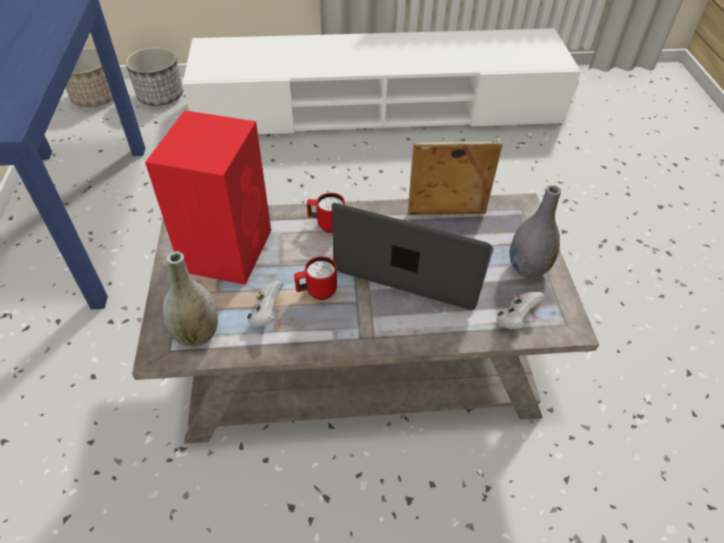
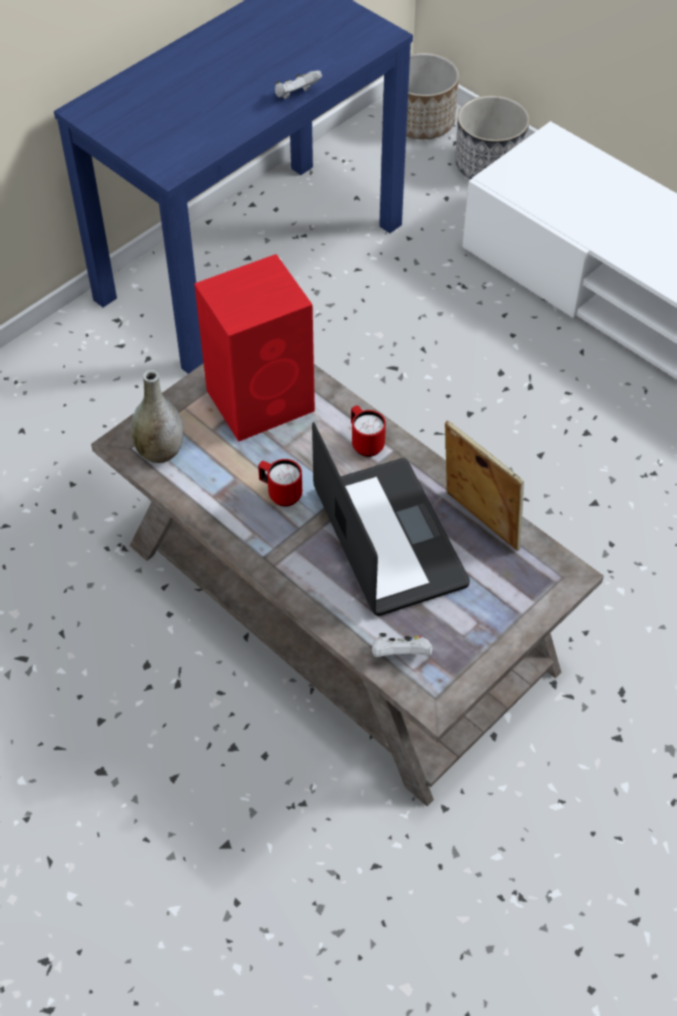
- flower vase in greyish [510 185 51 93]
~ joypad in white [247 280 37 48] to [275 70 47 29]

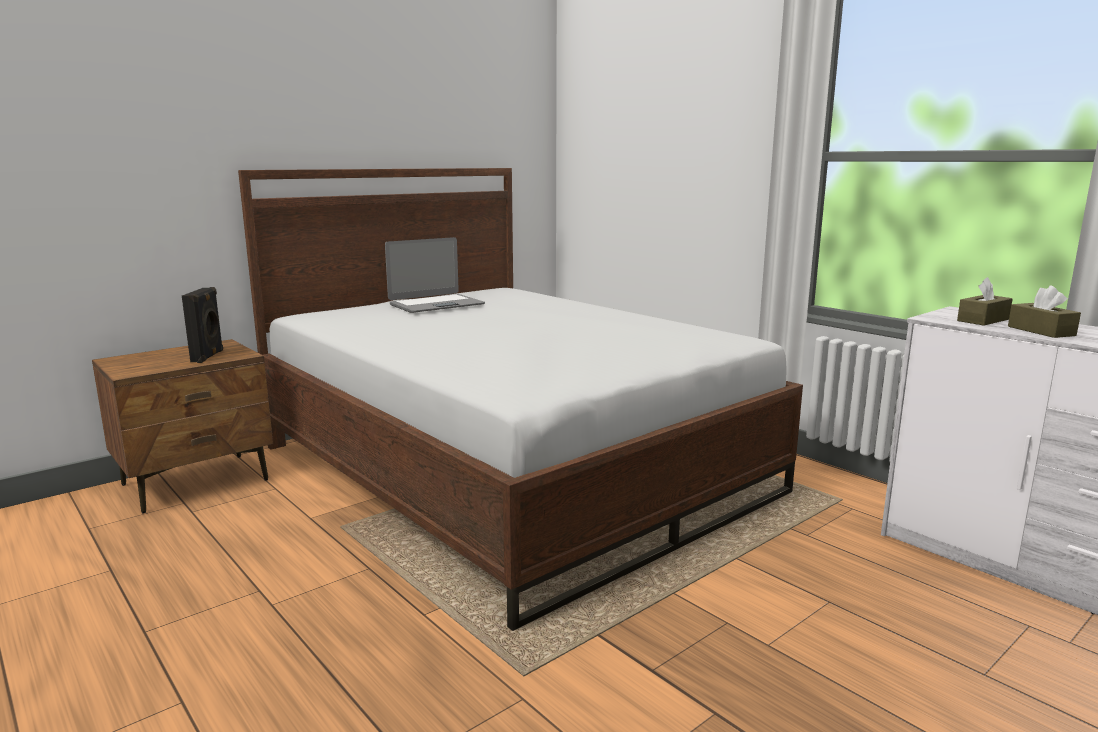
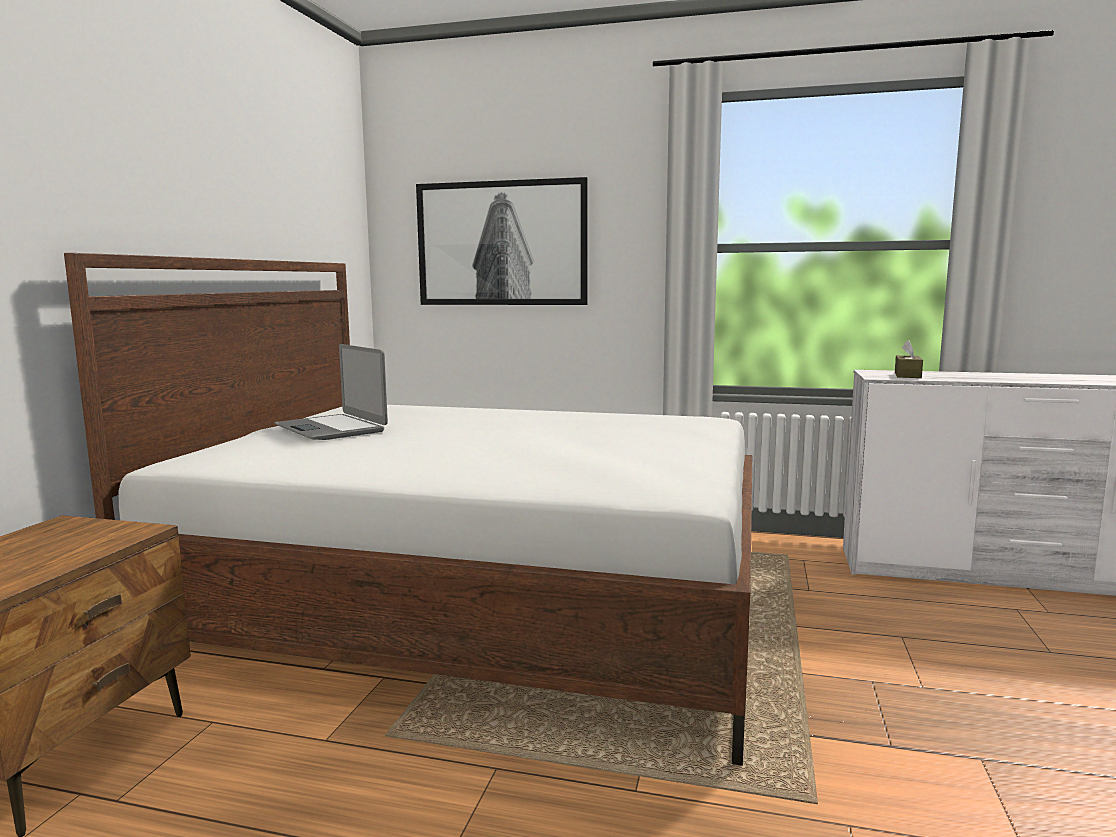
~ laptop [385 237 100 76] = [275 344 113 96] 120 degrees clockwise
- tissue holder in brownish [1008 286 73 52]
- audio speaker in black-coloured [182 287 41 76]
+ picture [416 177 172 128]

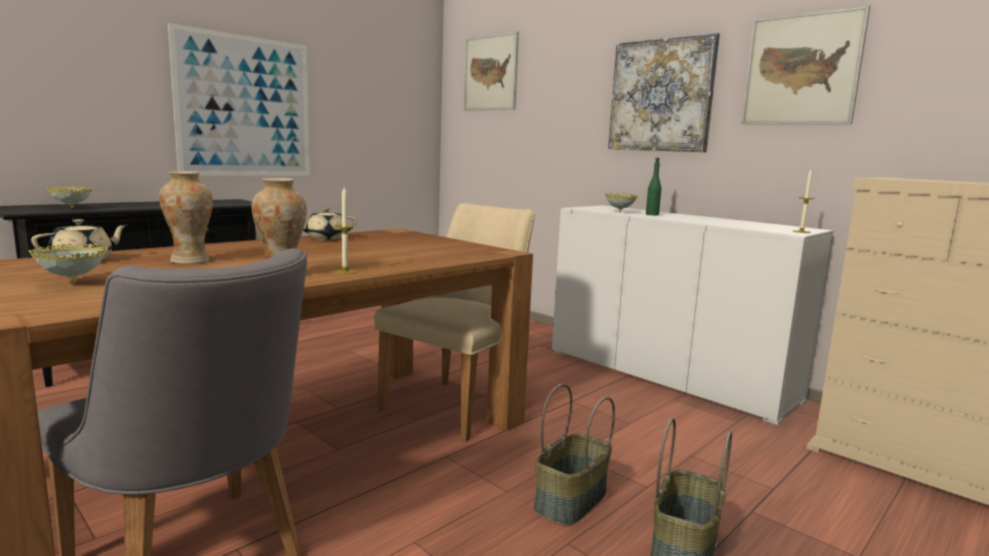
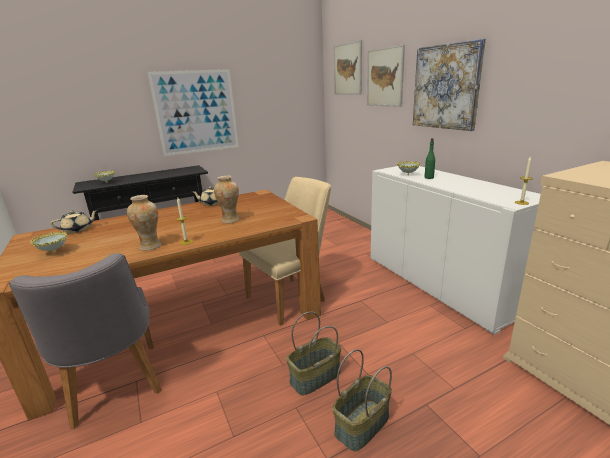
~ picture [741 6 129 118] to [367 45 38 62]
~ flower vase [159 171 54 93] to [214 175 25 48]

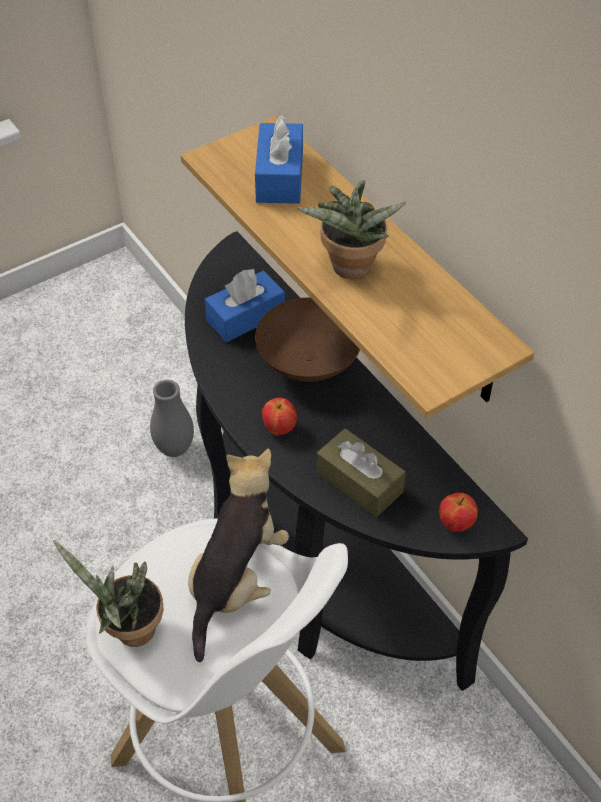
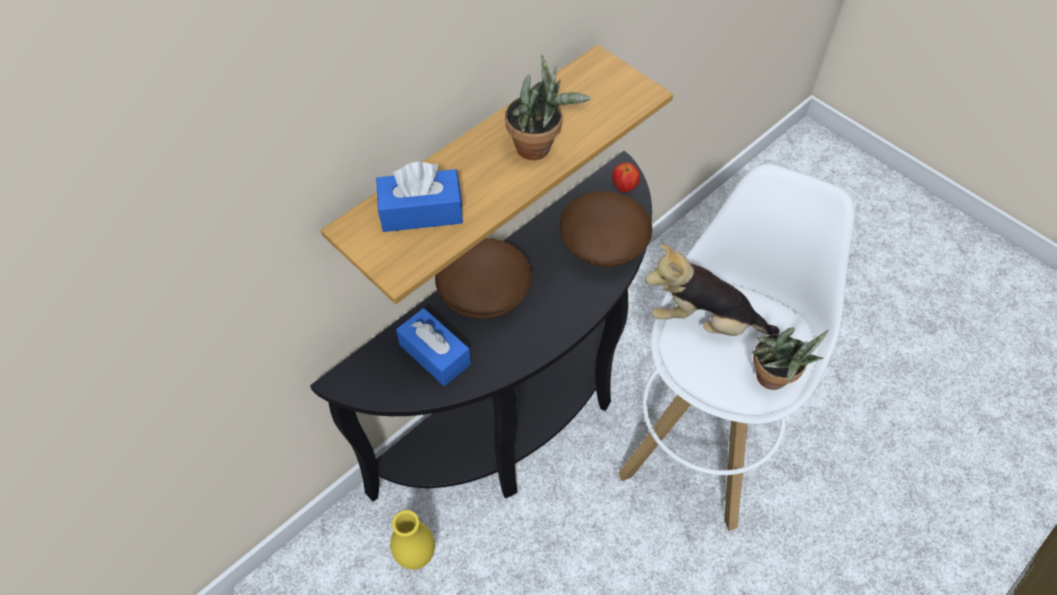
~ flower vase in greyish [150 380 44 77] to flower vase in yellowish [390 510 45 60]
- apple [262 398 35 38]
~ tissue holder in brownish [317 428 89 89] to bowl in brownish [559 191 93 76]

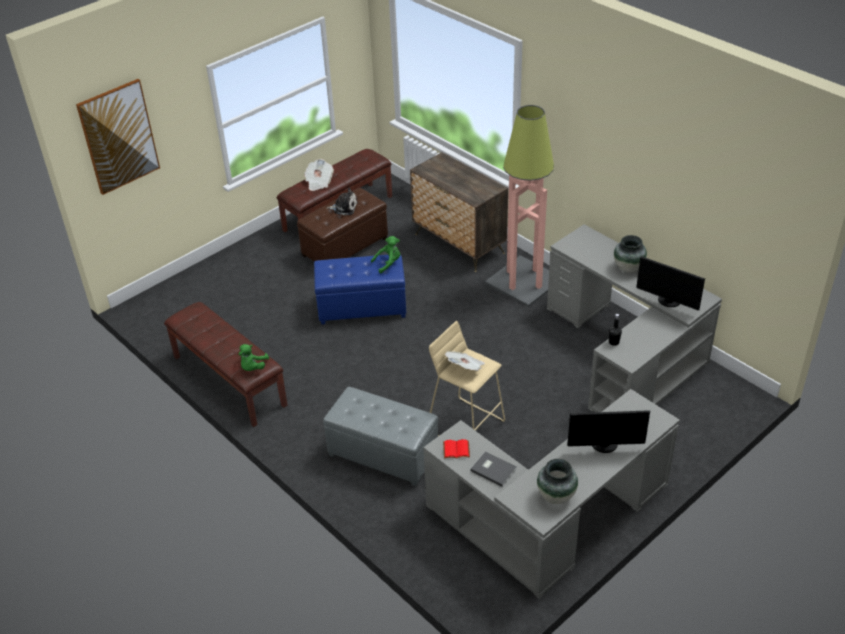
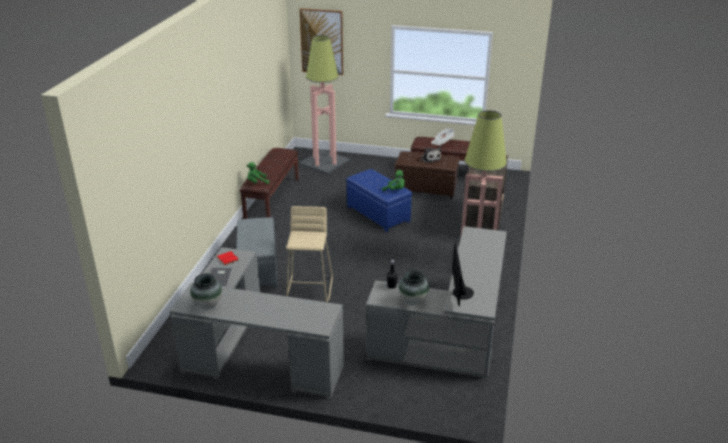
~ flower vase [614 235 33 38] to [399 270 30 35]
- printed paper [445 351 40 20]
- computer screen [567 410 83 43]
+ standing lamp [299 35 51 139]

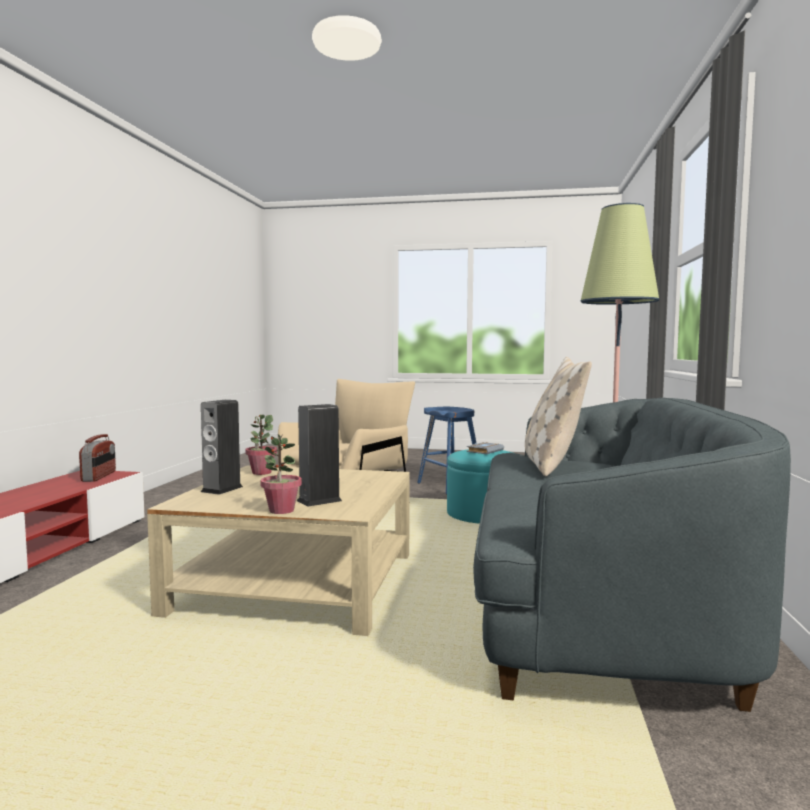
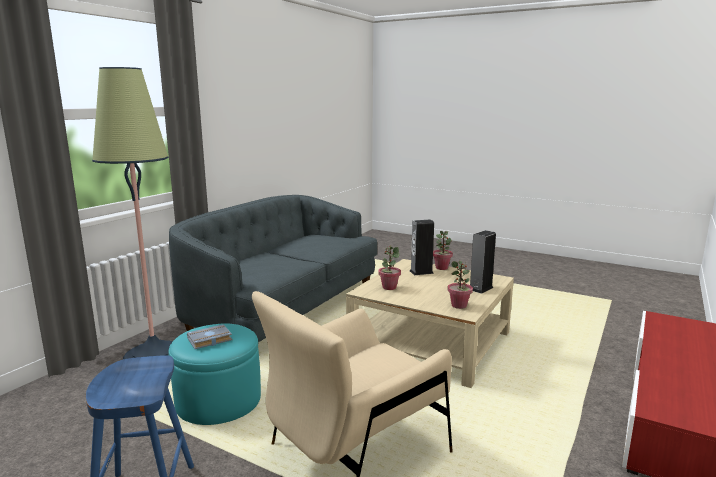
- throw pillow in beige [525 357 67 119]
- radio set [79 434 37 48]
+ potted plant [378 246 23 44]

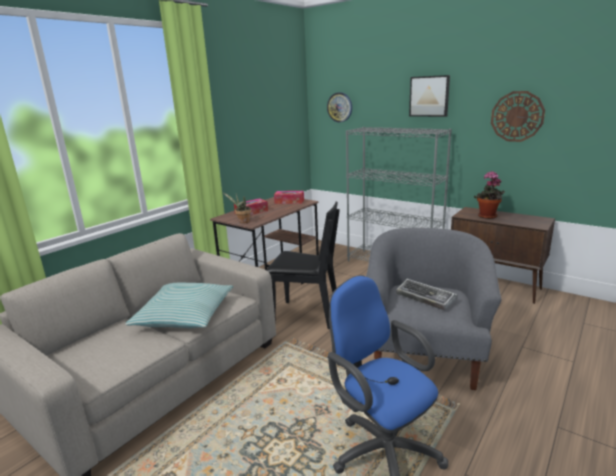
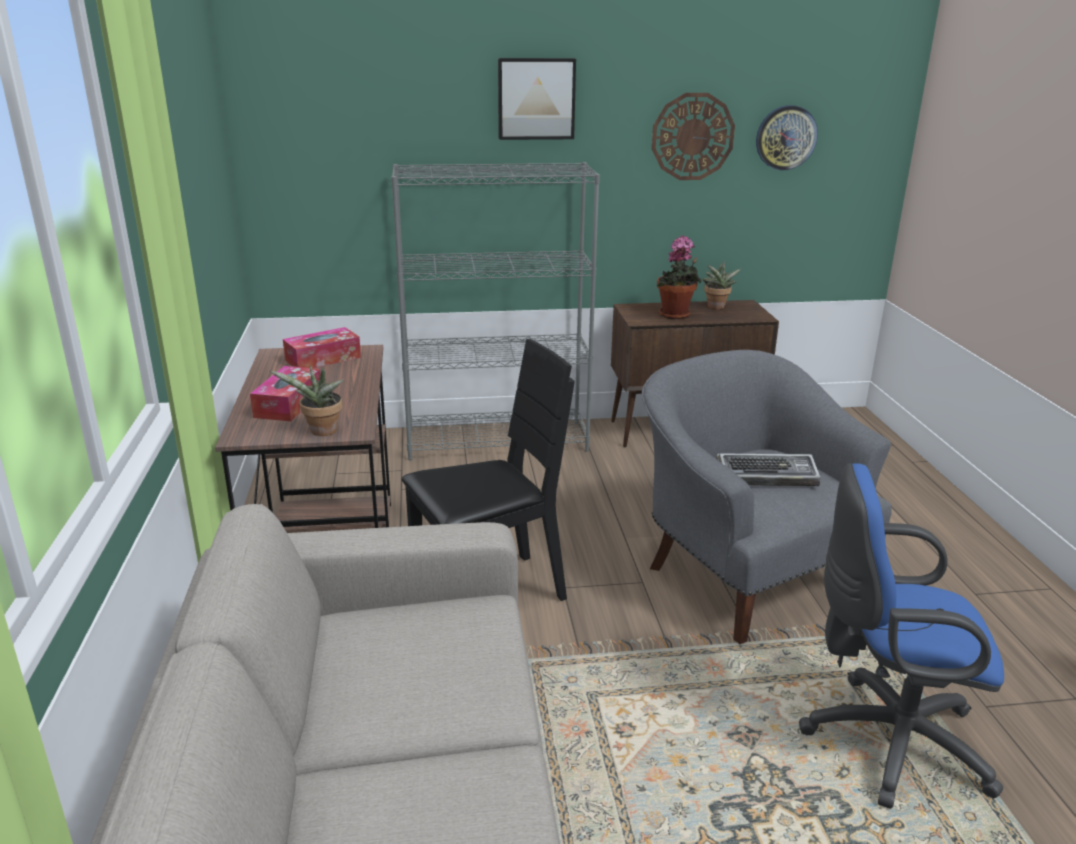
~ hanging clock [327 92 25 30] to [756 105 62 65]
- throw pillow [125 283 108 45]
+ potted plant [702 261 39 48]

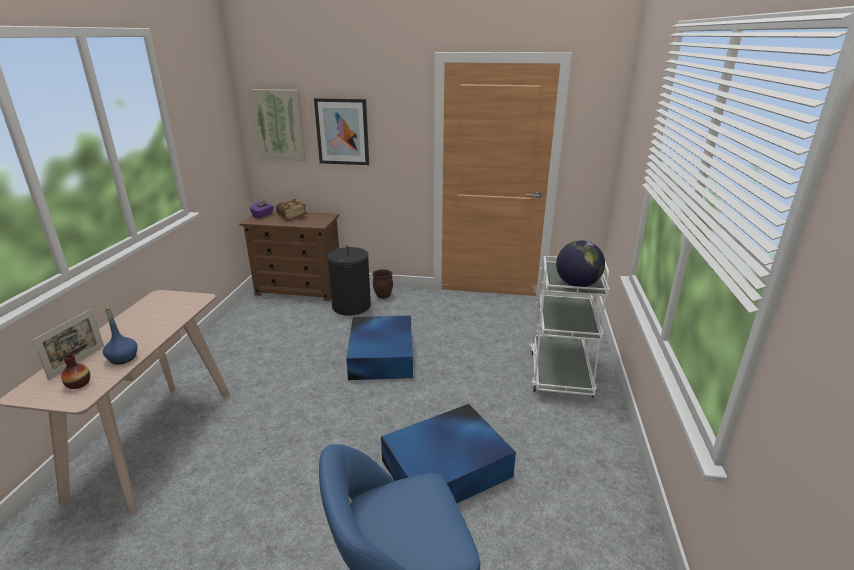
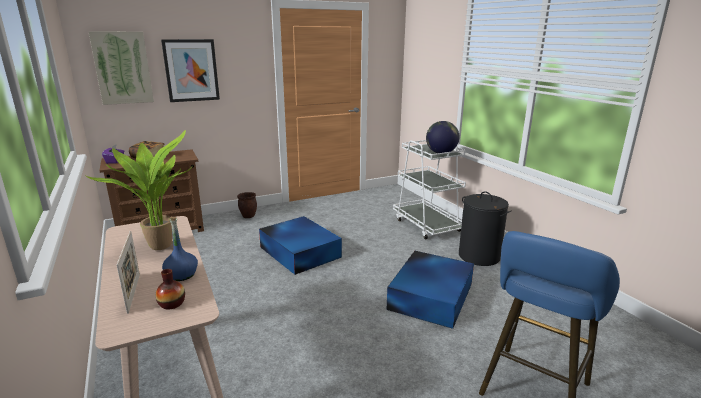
~ washing basket in black-coloured [327 245 44 71] to [459 191 53 75]
+ potted plant [86 130 107 120]

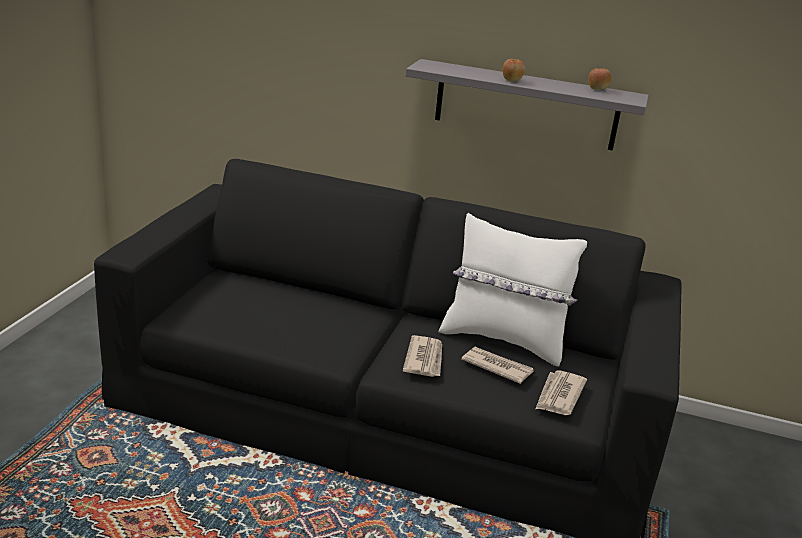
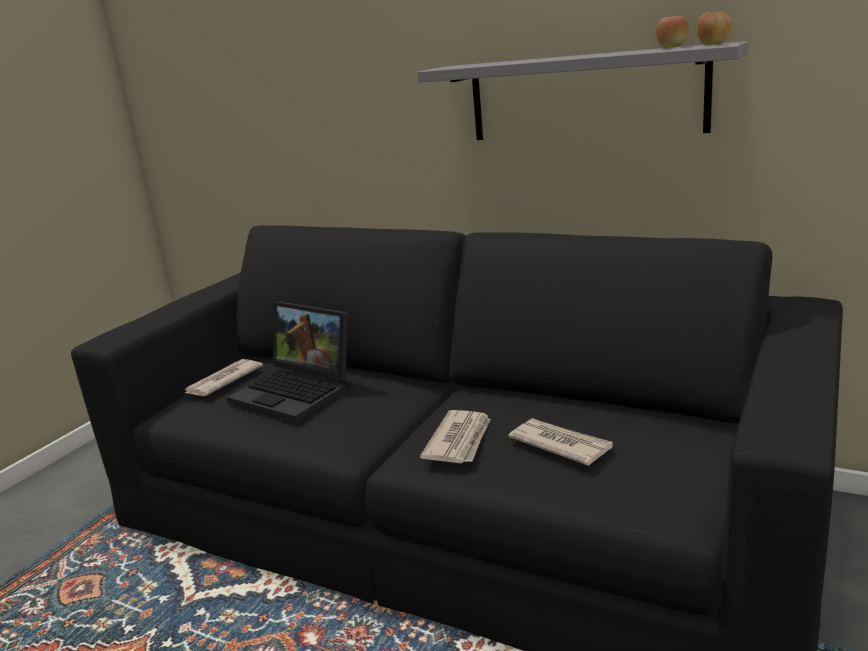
~ apple [502 59 23 22] to [697 12 34 33]
- throw pillow in white [439 213 148 154]
~ printed paper [536 370 51 45] to [185 359 78 37]
+ laptop [227 301 121 122]

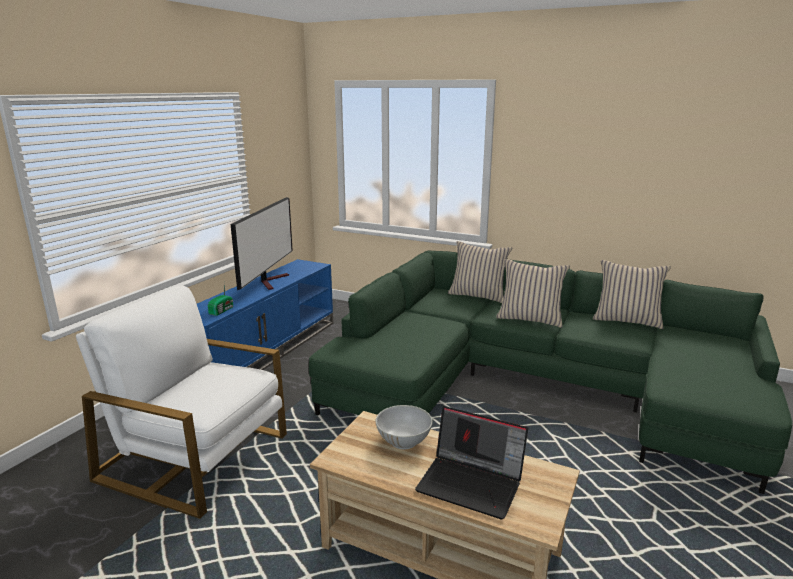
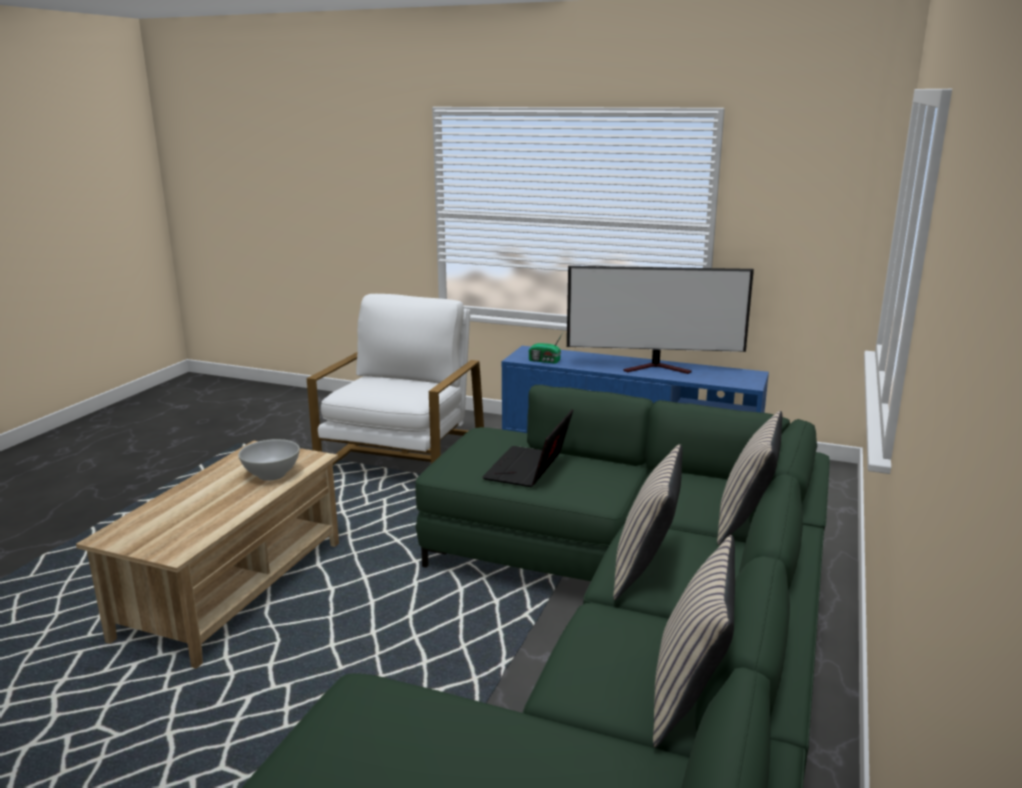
~ laptop [415 406 113 114] to [482 409 91 78]

